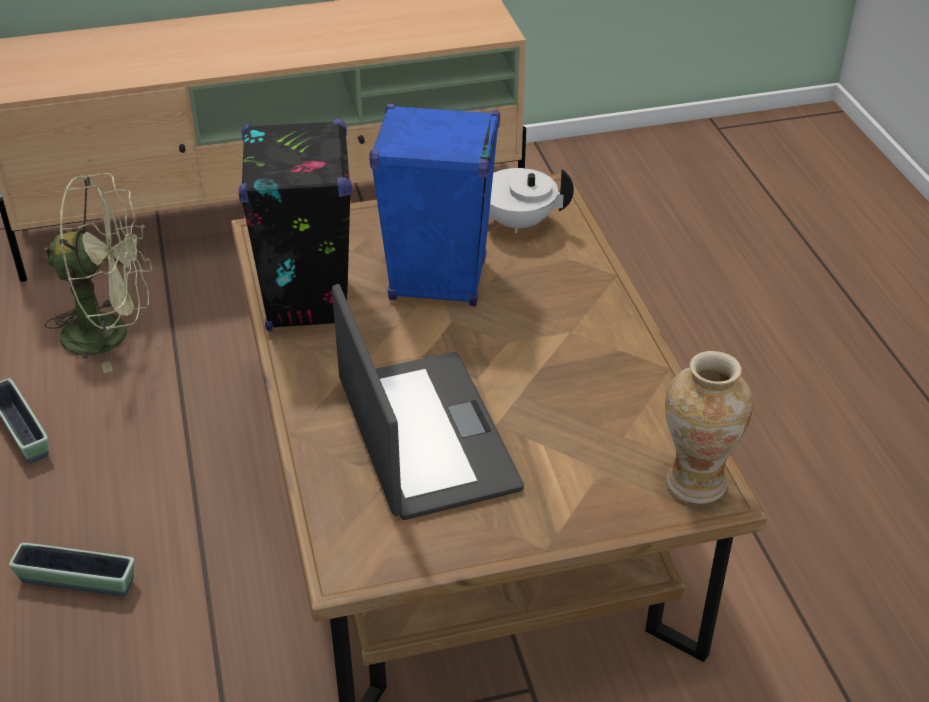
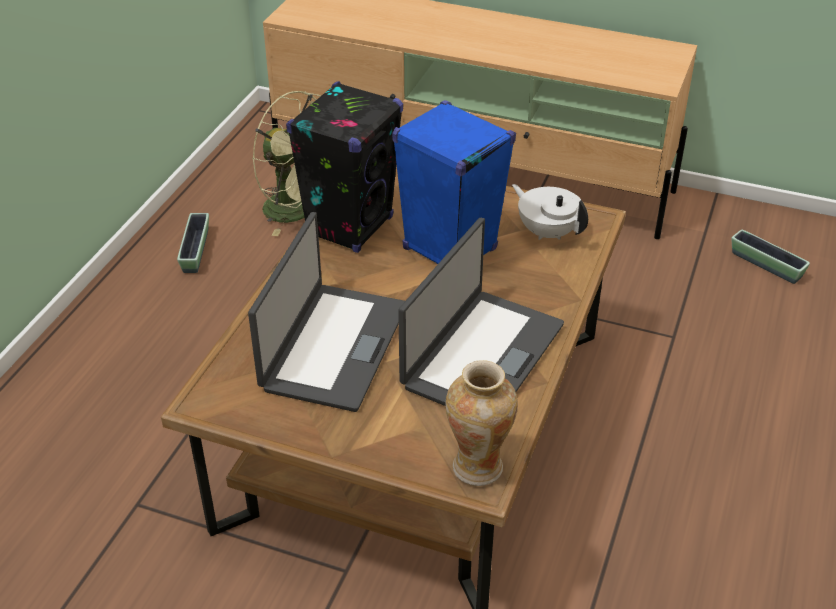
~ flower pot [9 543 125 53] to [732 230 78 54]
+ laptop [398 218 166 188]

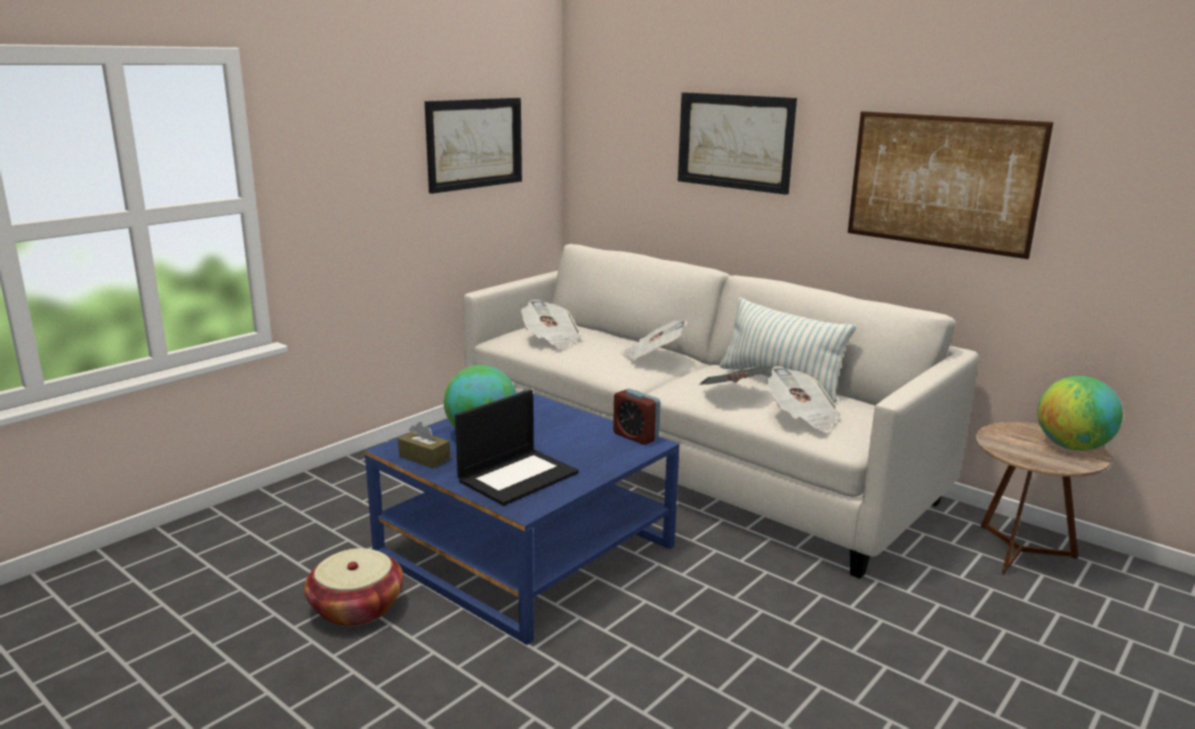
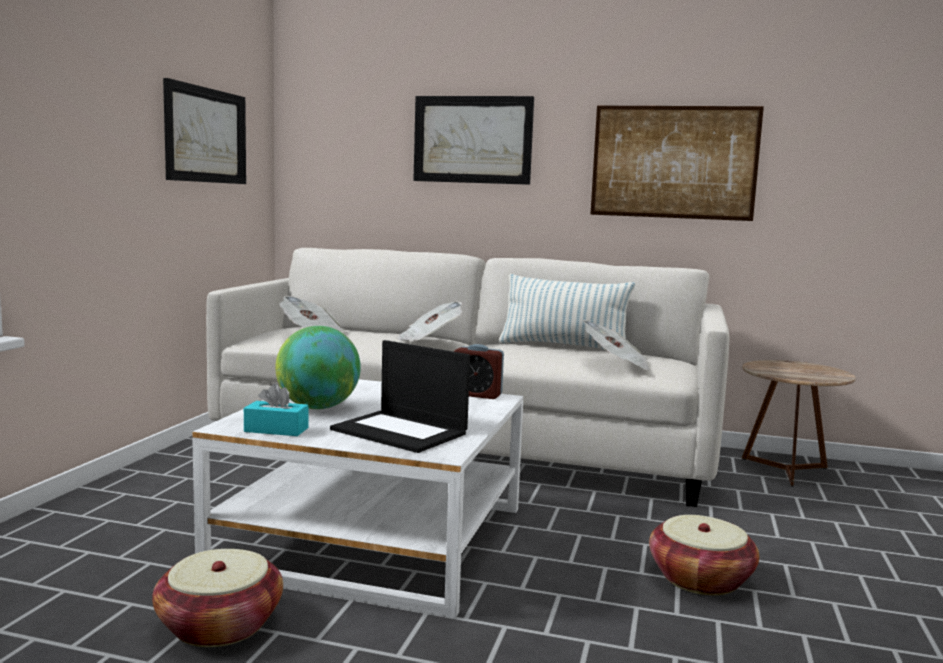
- printed paper [698 366 73 19]
- globe [1038 376 85 75]
~ laptop [455 390 123 116] = [330 340 140 113] 105 degrees clockwise
~ coffee table in bluish [365 391 314 254] to coffee table in white [192 379 331 239]
~ tissue holder in brownish [398 422 52 46] to tissue holder in turquoise [244 383 64 53]
+ storage basket [649 515 110 80]

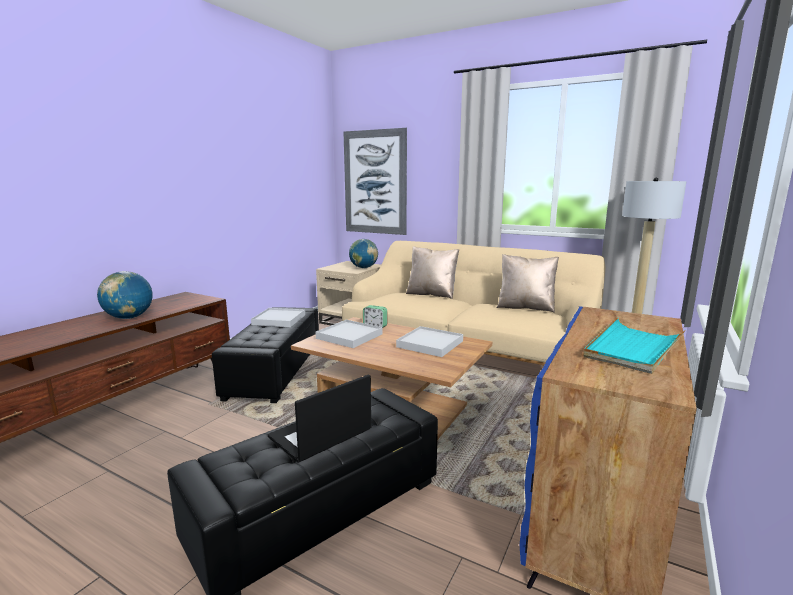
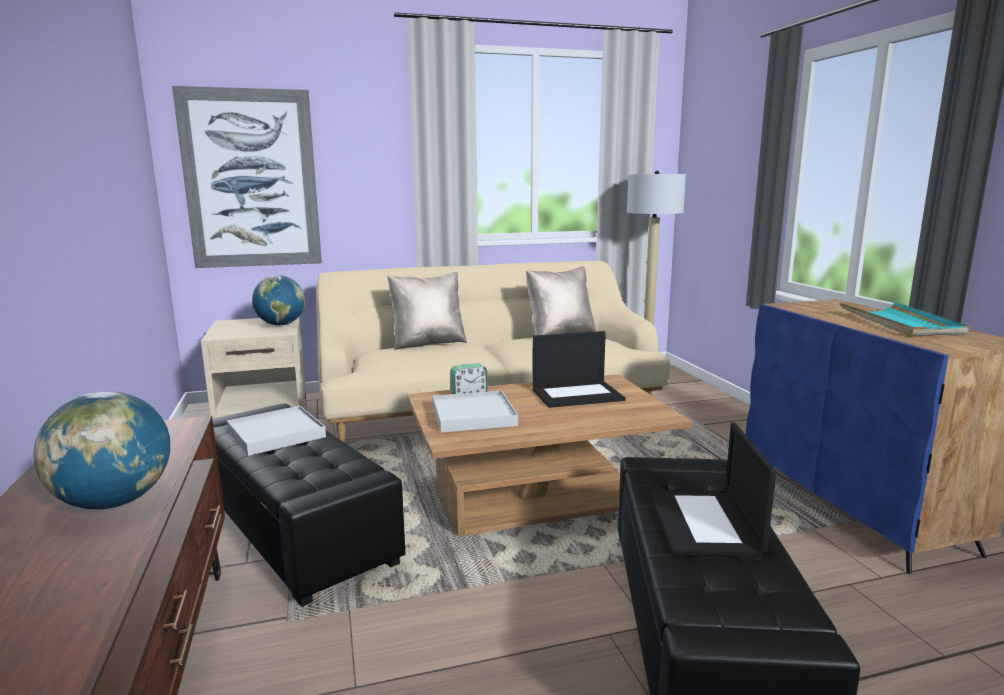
~ serving tray in white [396 326 67 31] to laptop [532 331 94 77]

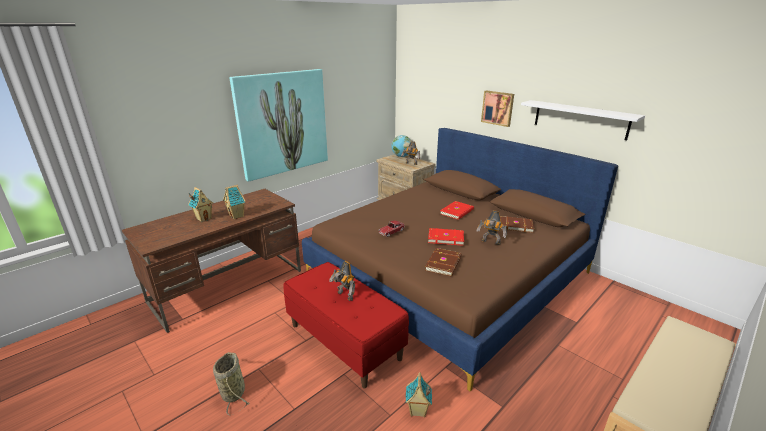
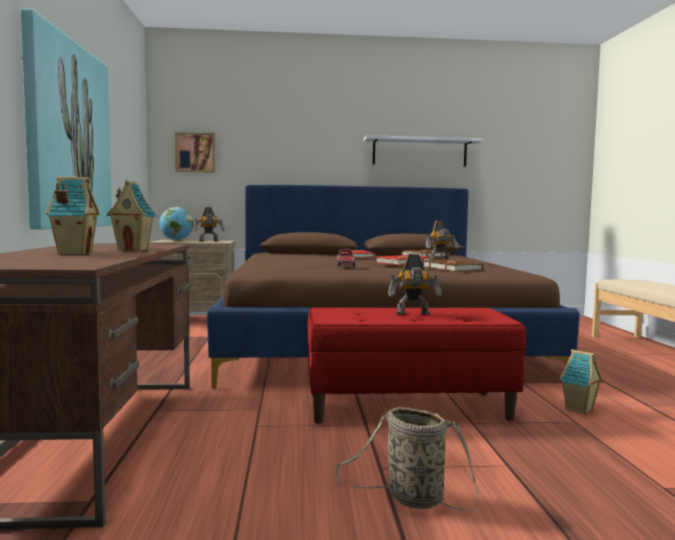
~ picture [481 90 33 37] to [175 132 40 41]

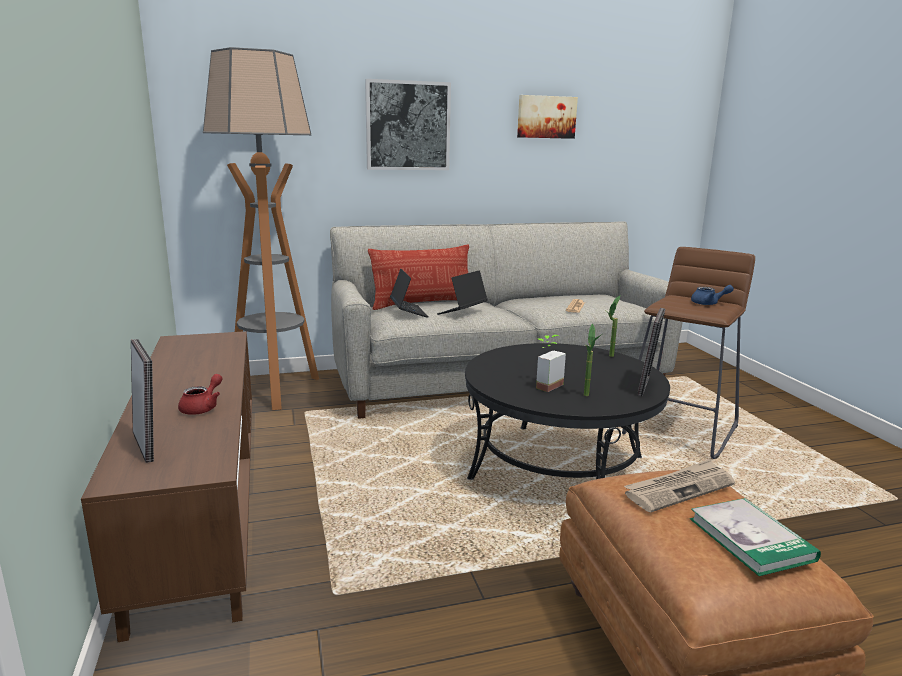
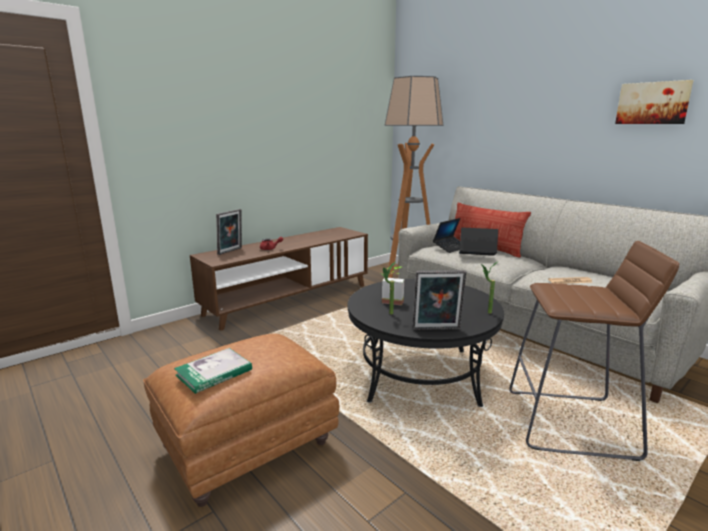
- picture [365 79 86 91]
- tea pot in bluish [691 285 43 20]
- printed paper [624 459 111 54]

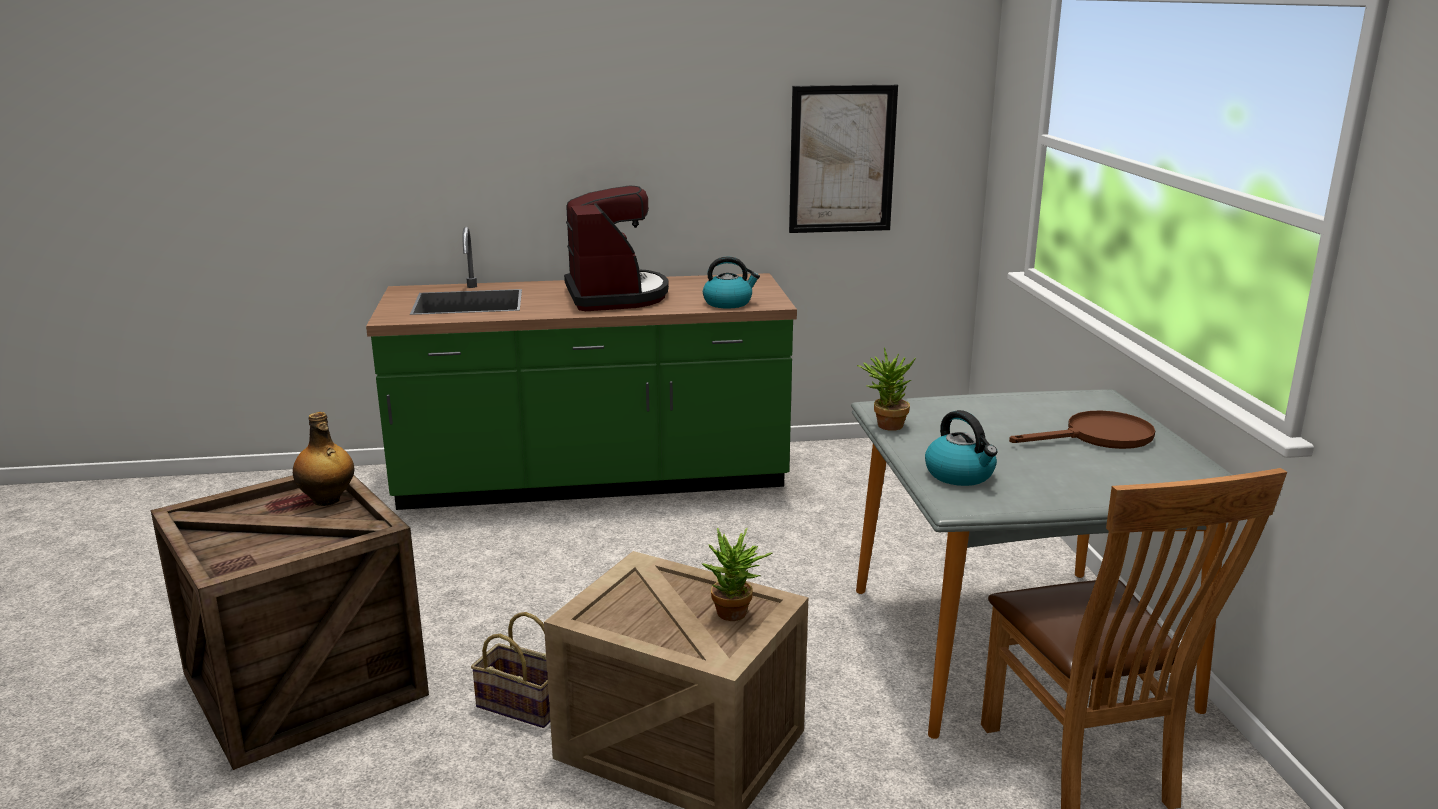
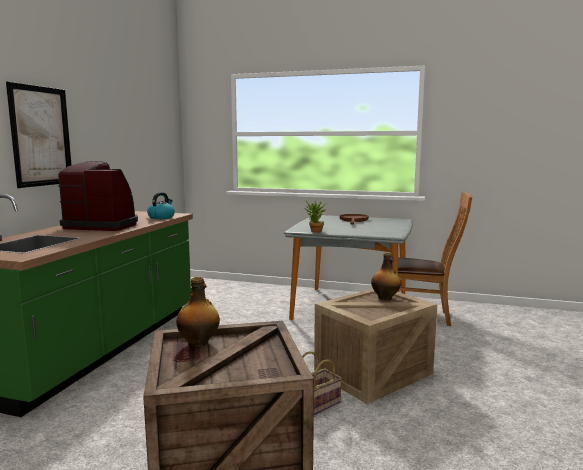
~ picture [789 85 109 148] to [6 82 65 106]
- kettle [925 410 73 76]
~ potted plant [701 528 71 93] to drink bottle [371 253 30 48]

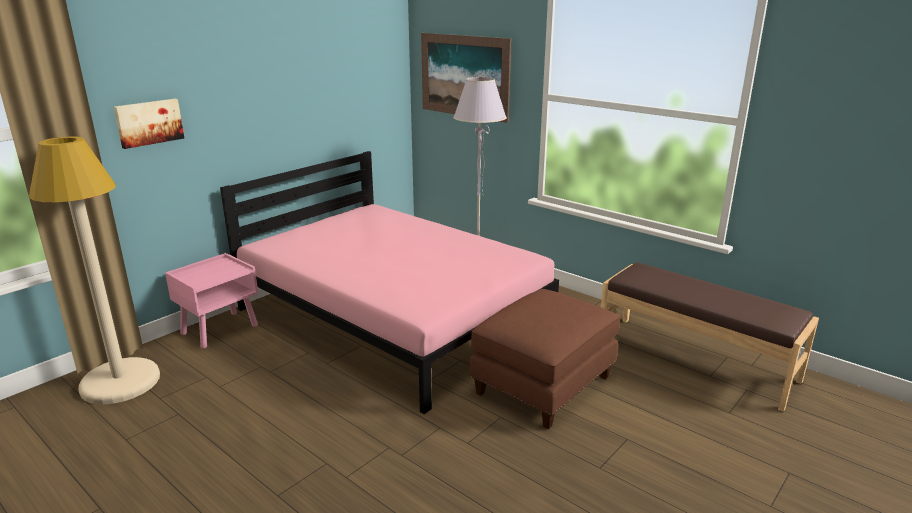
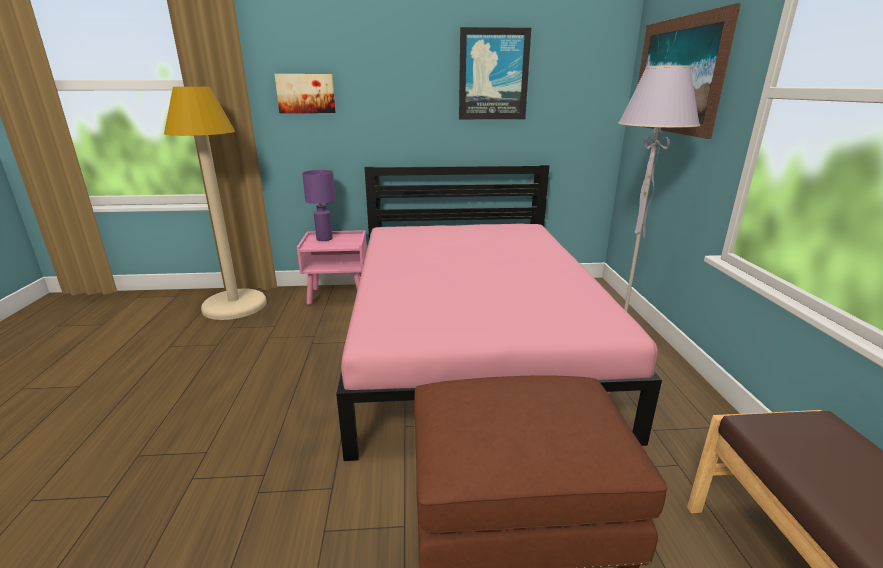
+ picture [459 27 72 92]
+ table lamp in purple [302 170 34 71]

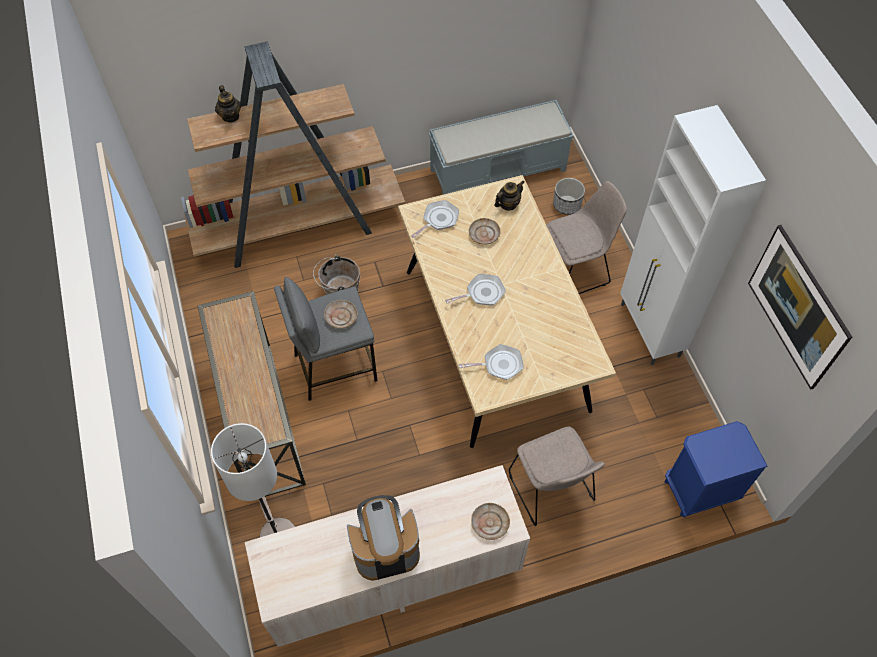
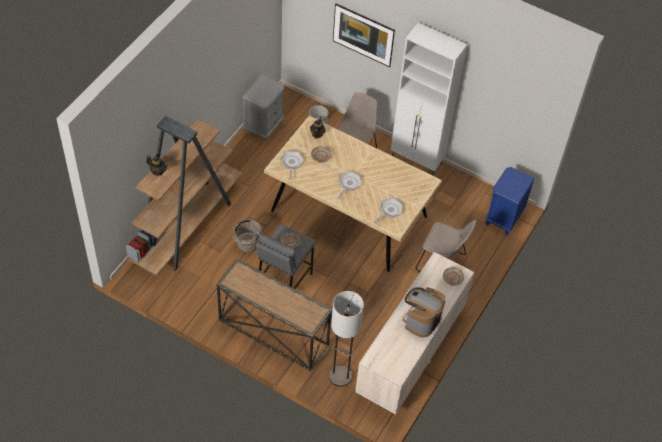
~ long seat in greyish [429 100 145 95] to nightstand in greyish [242 75 42 67]
~ picture [748 225 104 165] to [333 4 62 63]

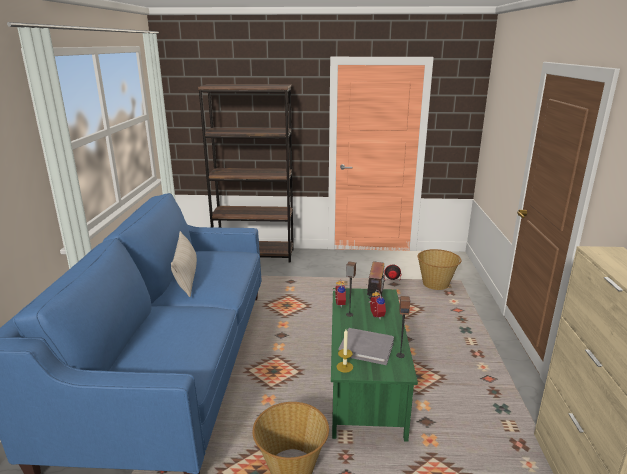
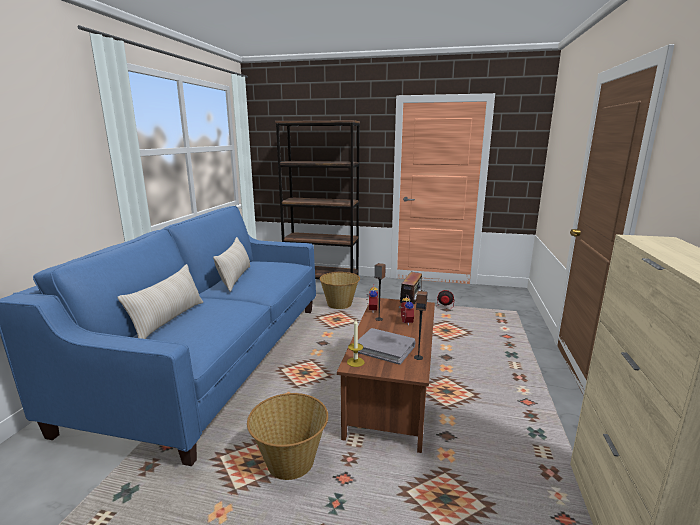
~ storage basket [418 249 43 41] to [320 272 40 37]
~ coffee table in green-coloured [331 288 87 154] to coffee table in brownish [337 298 98 155]
+ throw pillow in beige [117 264 86 75]

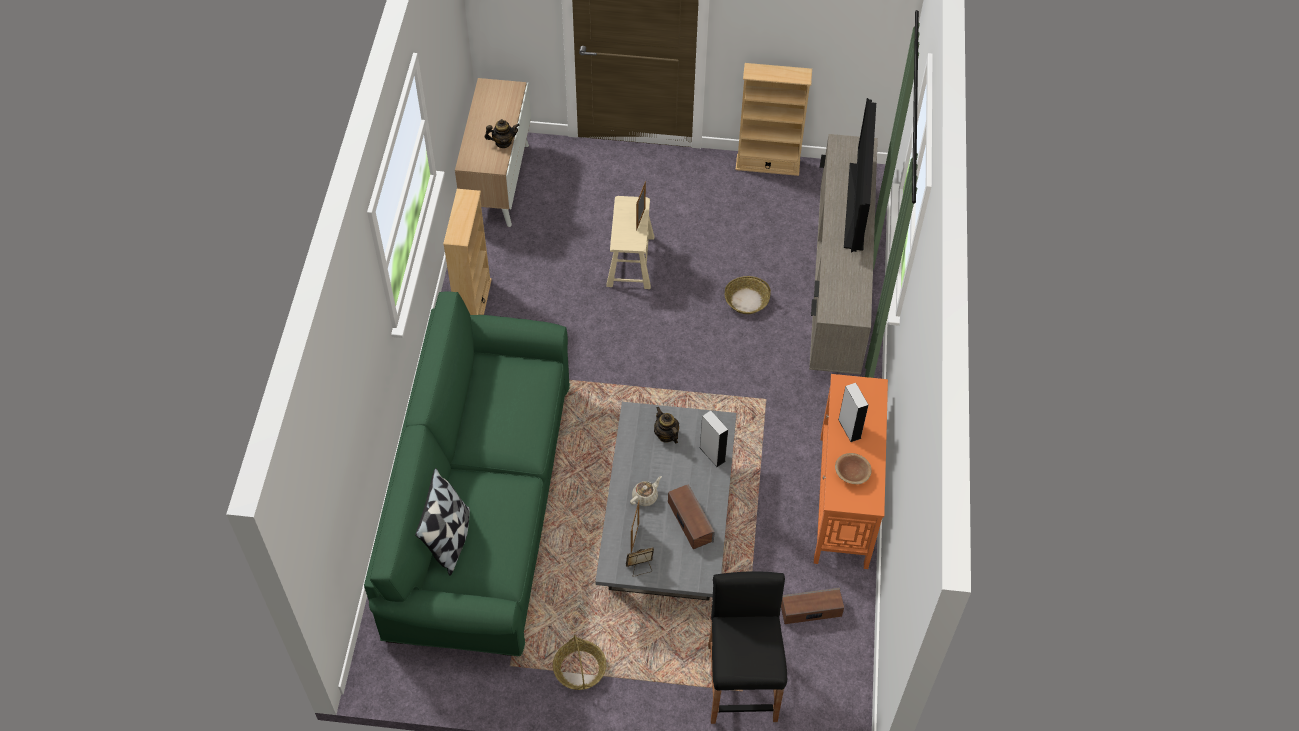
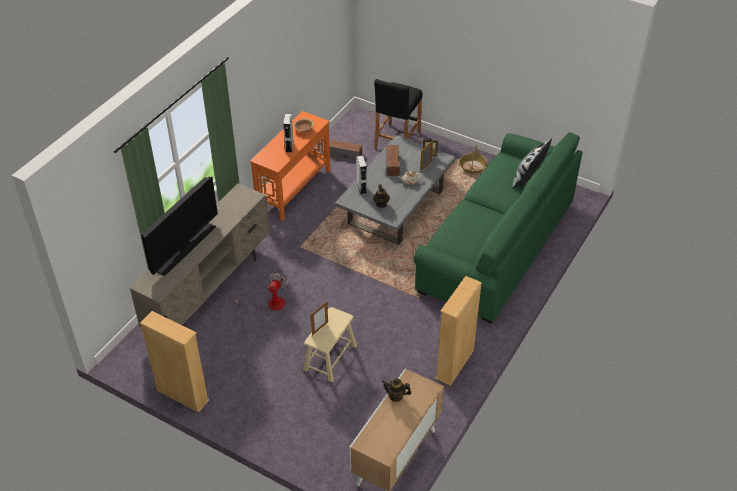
~ storage basket [725 276 46 38] to cooling fan [235 273 53 40]

